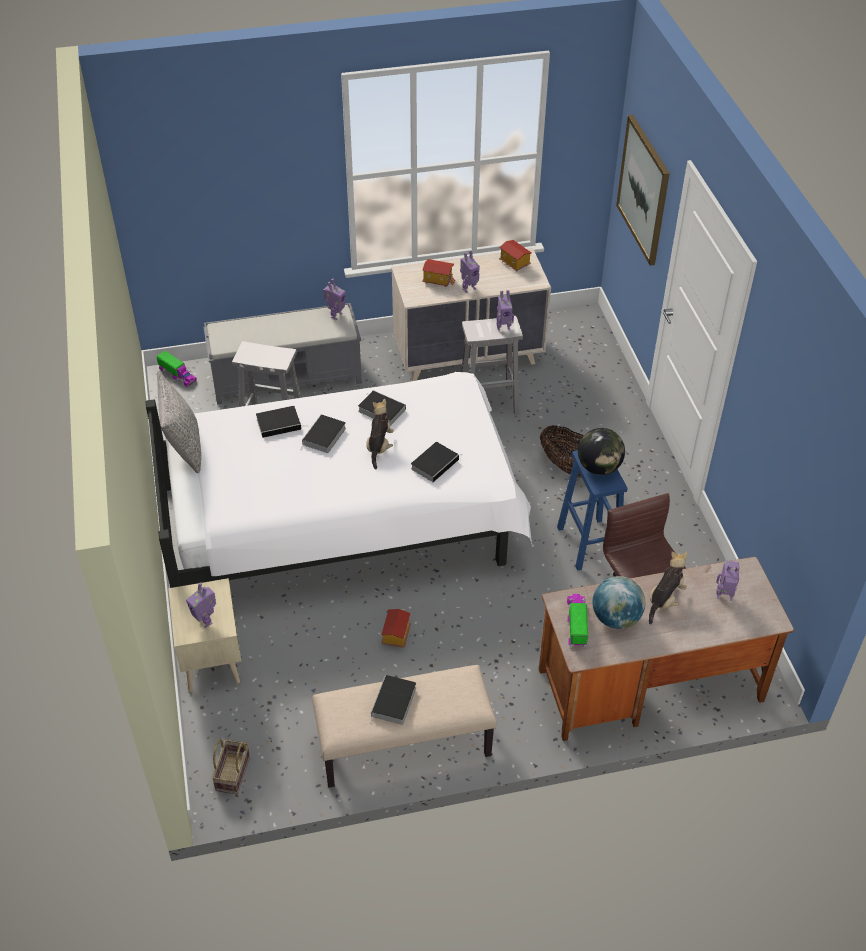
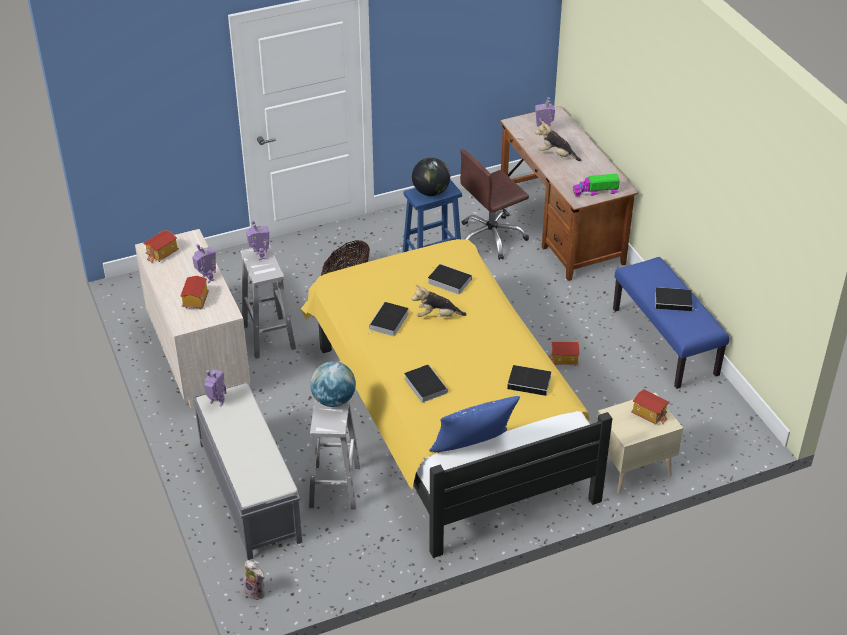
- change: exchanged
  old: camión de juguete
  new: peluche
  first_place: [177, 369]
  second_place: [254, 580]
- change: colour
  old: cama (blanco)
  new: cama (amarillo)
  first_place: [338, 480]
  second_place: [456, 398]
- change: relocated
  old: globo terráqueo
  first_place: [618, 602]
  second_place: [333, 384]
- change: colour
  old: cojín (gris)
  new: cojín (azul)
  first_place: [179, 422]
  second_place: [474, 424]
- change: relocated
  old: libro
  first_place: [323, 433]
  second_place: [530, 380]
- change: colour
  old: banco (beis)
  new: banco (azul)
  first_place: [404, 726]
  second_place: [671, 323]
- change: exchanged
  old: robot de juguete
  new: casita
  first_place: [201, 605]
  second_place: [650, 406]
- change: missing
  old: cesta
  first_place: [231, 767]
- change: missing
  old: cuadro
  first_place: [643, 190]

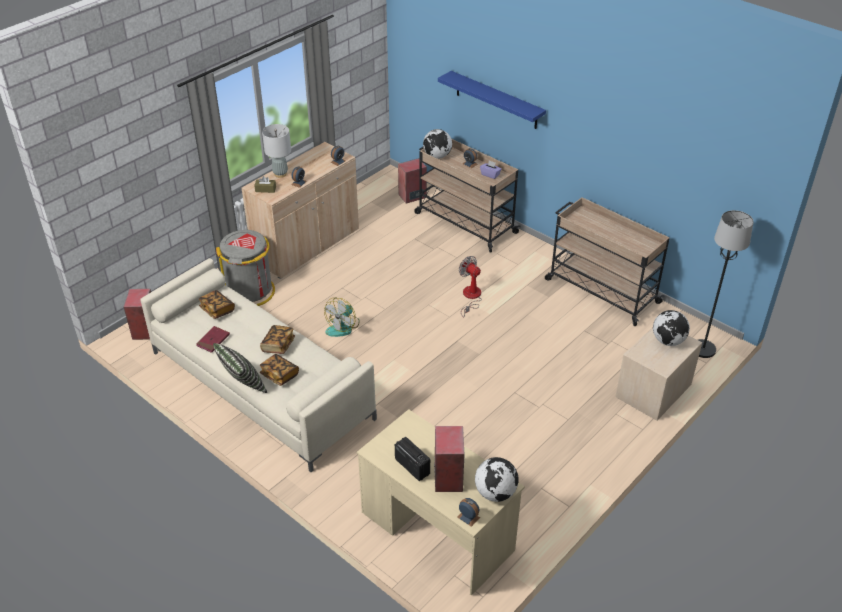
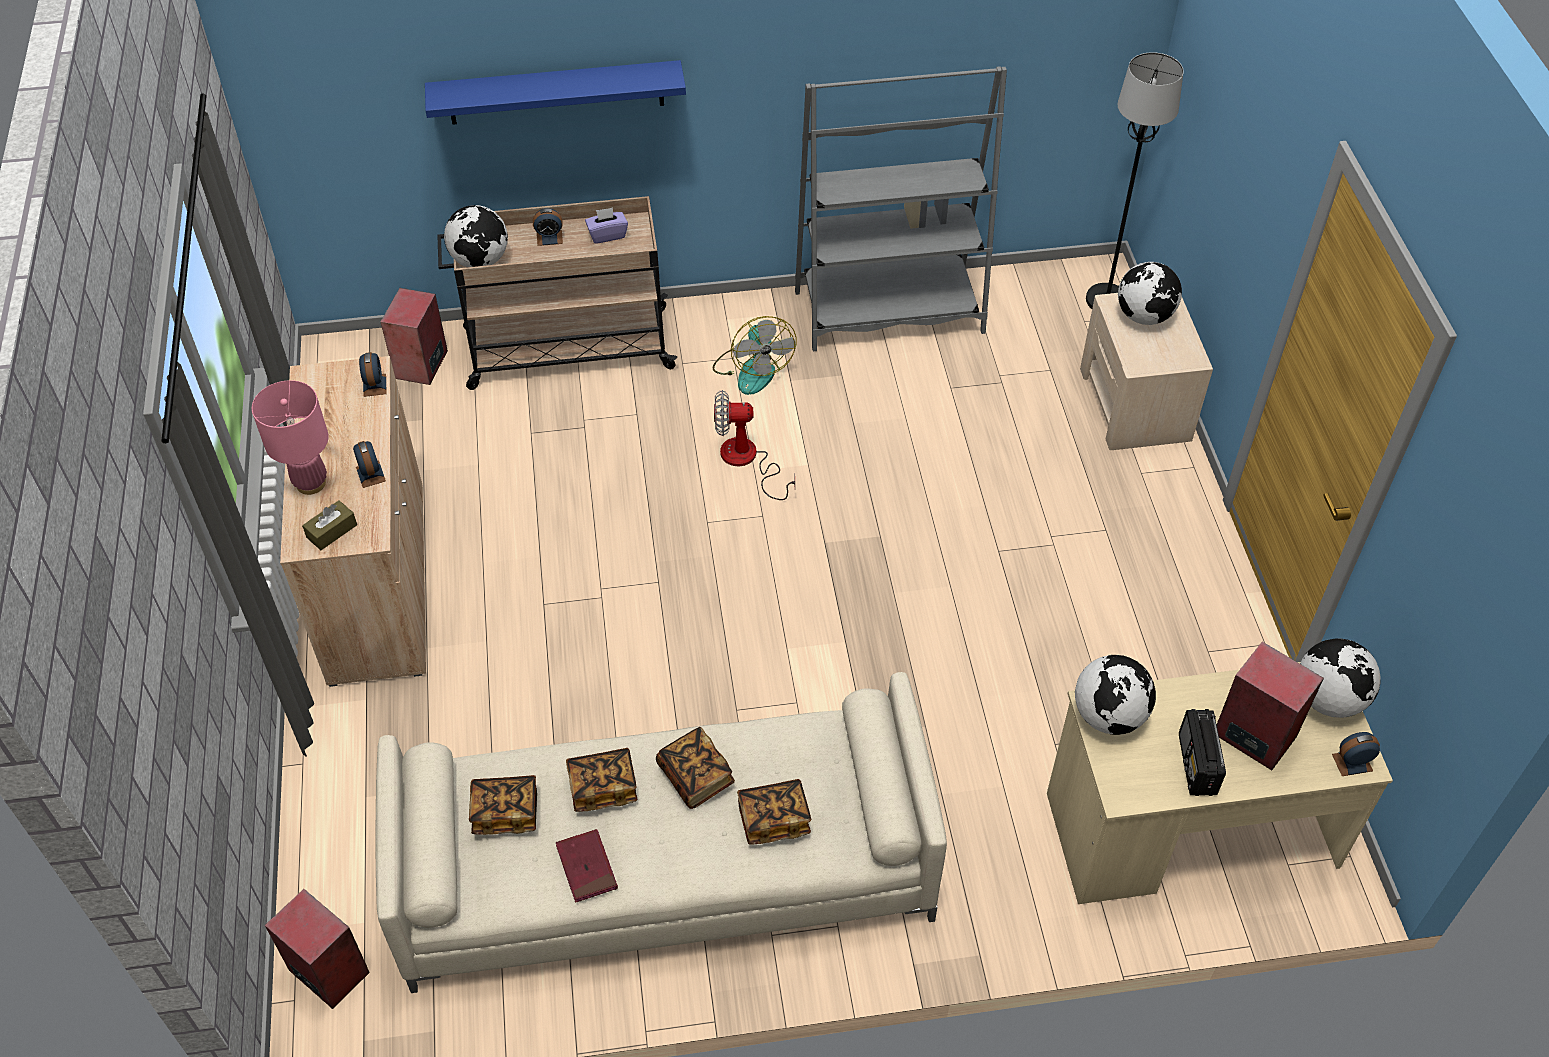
- change: colour
  old: lámpara de mesa (gris)
  new: lámpara de mesa (rosa)
  first_place: [276, 151]
  second_place: [290, 437]
- change: appeared
  new: libro
  second_place: [601, 780]
- change: relocated
  old: ventilador
  first_place: [342, 317]
  second_place: [755, 355]
- change: exchanged
  old: carrito (beis)
  new: estantería (gris)
  first_place: [607, 261]
  second_place: [901, 209]
- change: appeared
  new: globo terráqueo
  second_place: [1115, 695]
- change: spun
  old: radio
  first_place: [412, 459]
  second_place: [1202, 752]
  degrees: -90
- change: missing
  old: cojín
  first_place: [240, 368]
- change: missing
  old: papelera (gris)
  first_place: [245, 268]

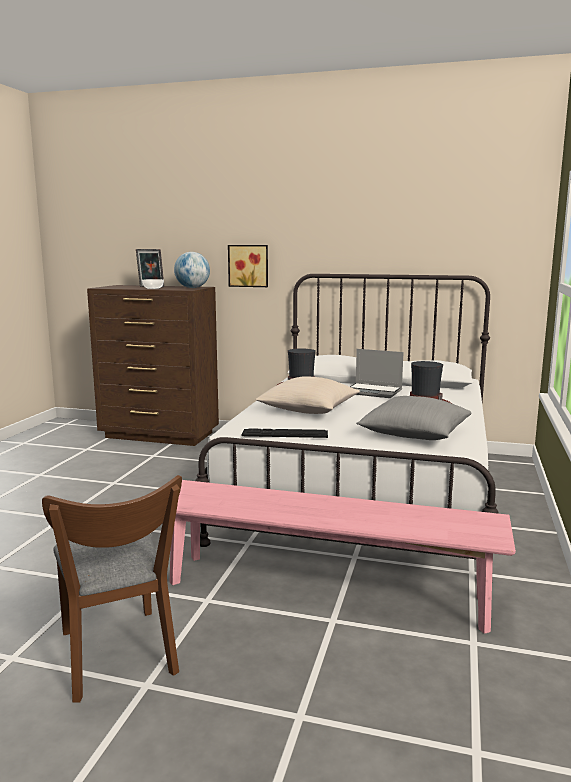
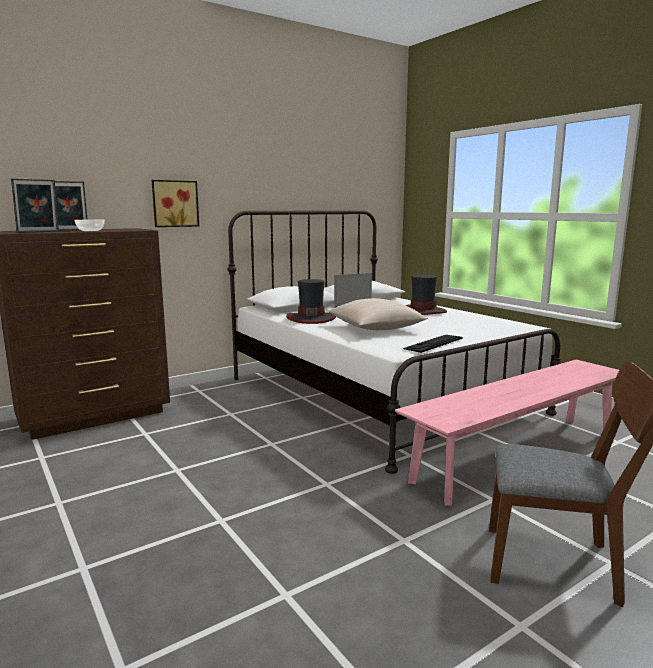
- change: appeared
  new: portarretratos
  second_place: [35, 205]
- change: missing
  old: globo terráqueo
  first_place: [192, 270]
- change: missing
  old: cojín (gris)
  first_place: [414, 418]

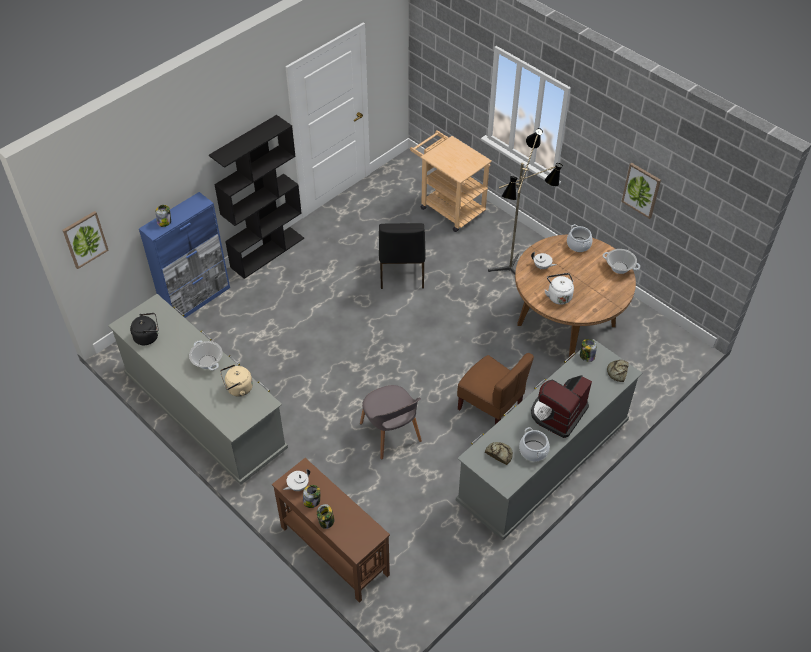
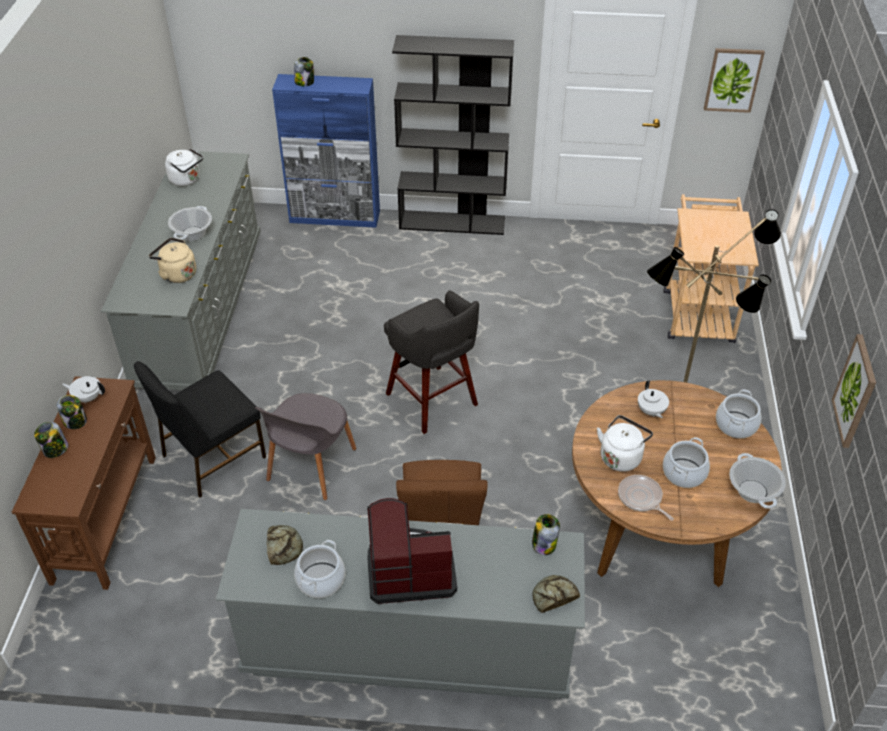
- change: relocated
  old: silla (negro)
  first_place: [402, 256]
  second_place: [200, 429]
- change: colour
  old: hervidor (negro)
  new: hervidor (blanco)
  first_place: [144, 329]
  second_place: [184, 167]
- change: appeared
  new: taburete (gris)
  second_place: [431, 362]
- change: appeared
  new: sartén
  second_place: [646, 498]
- change: appeared
  new: olla
  second_place: [686, 462]
- change: relocated
  old: cuadro
  first_place: [85, 240]
  second_place: [734, 80]

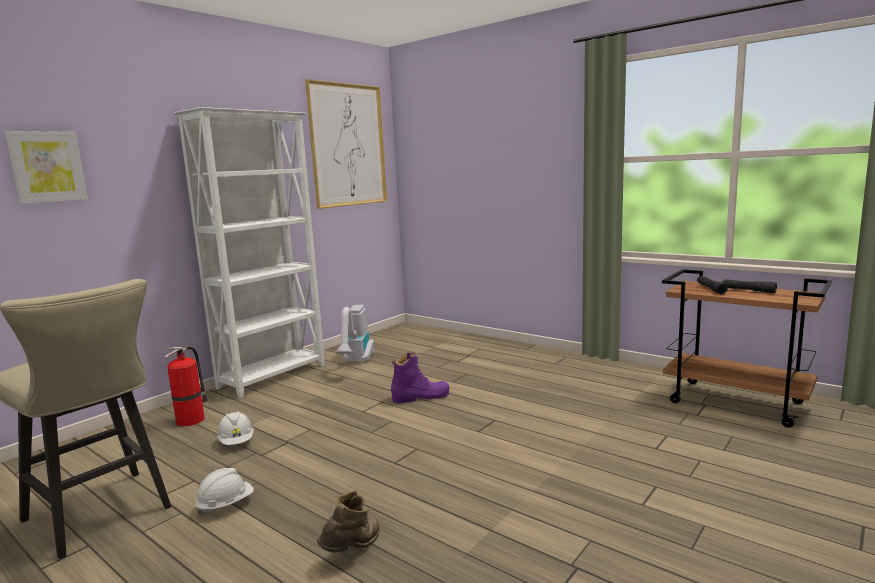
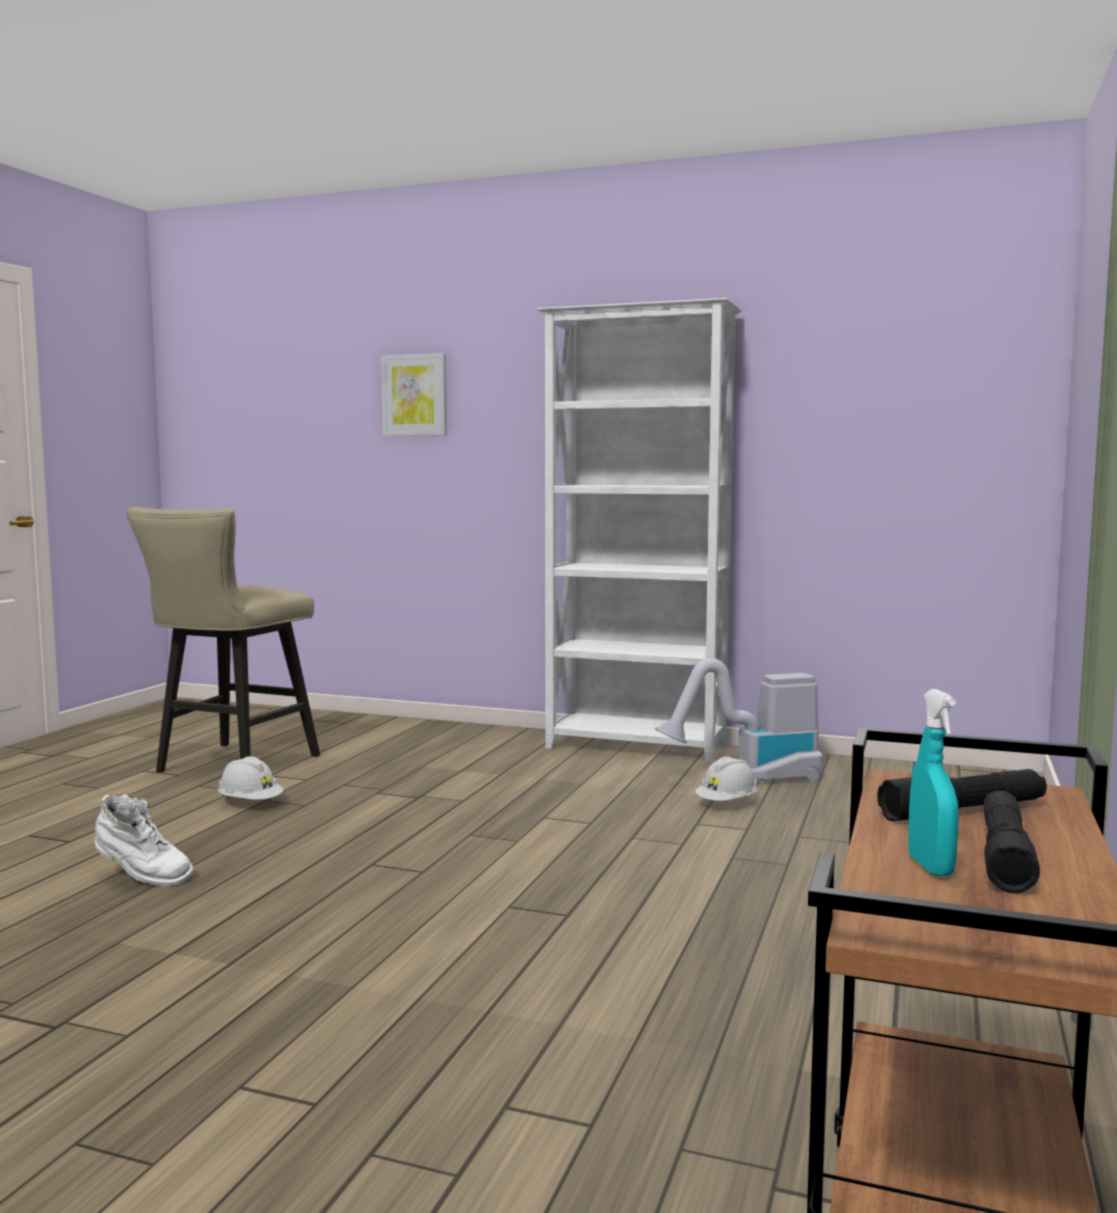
- change: colour
  old: bota (marrón)
  new: bota (blanco)
  first_place: [348, 521]
  second_place: [144, 839]
- change: relocated
  old: casco (blanco)
  first_place: [235, 428]
  second_place: [726, 778]
- change: appeared
  new: pulverizador (turquesa)
  second_place: [933, 782]
- change: missing
  old: extintor
  first_place: [186, 387]
- change: missing
  old: cuadro
  first_place: [346, 144]
- change: missing
  old: bota (morado)
  first_place: [420, 378]

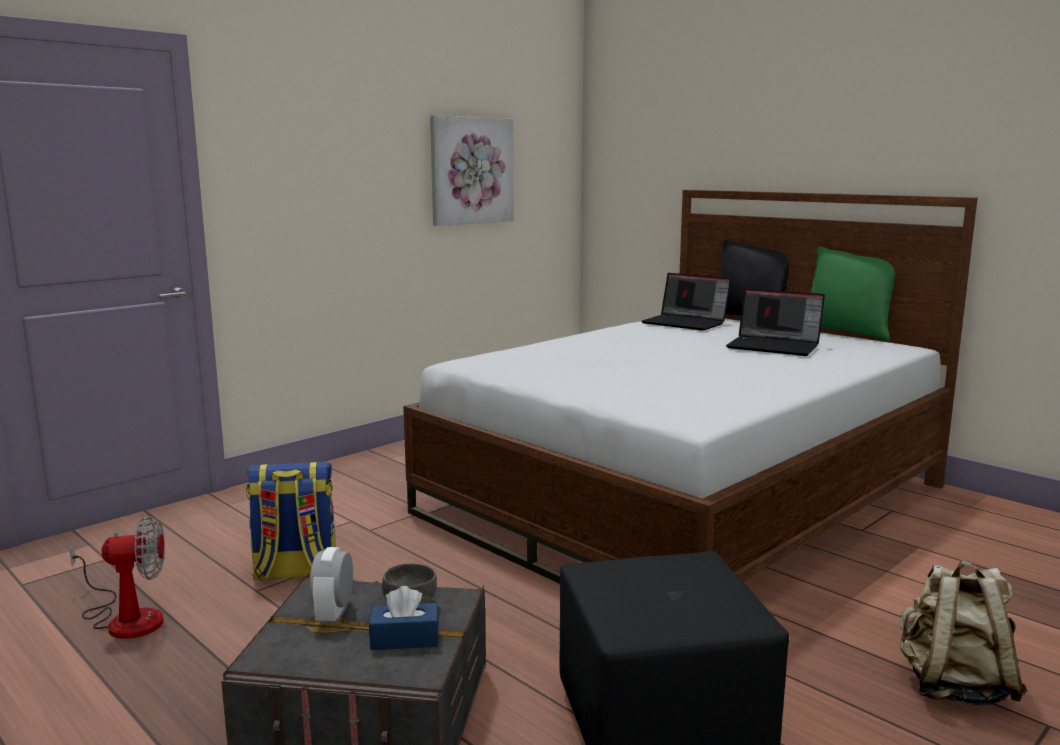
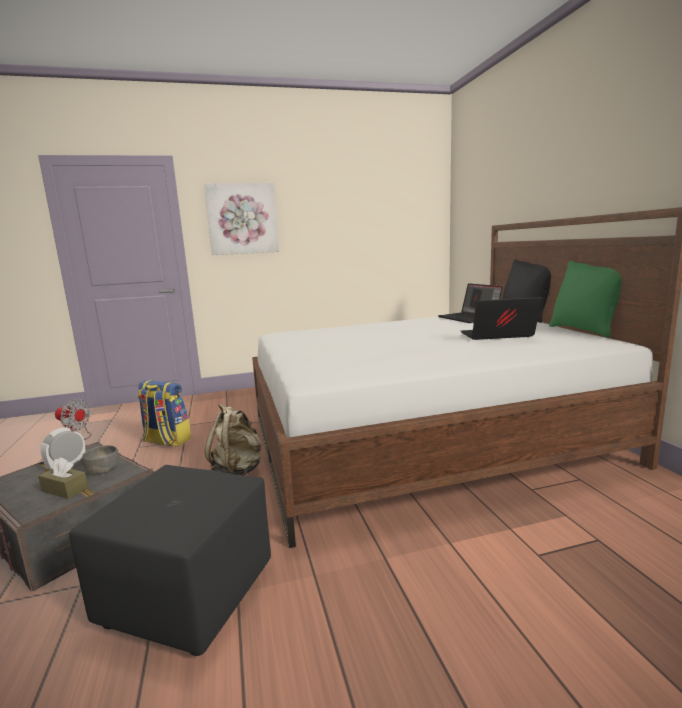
- change: colour
  old: caja de pañuelos (azul)
  new: caja de pañuelos (marrón)
  first_place: [404, 618]
  second_place: [63, 478]
- change: relocated
  old: cuadro
  first_place: [472, 170]
  second_place: [241, 219]
- change: relocated
  old: mochila (beis)
  first_place: [964, 633]
  second_place: [233, 439]
- change: spun
  old: portátil
  first_place: [775, 322]
  second_place: [501, 318]
  degrees: 120

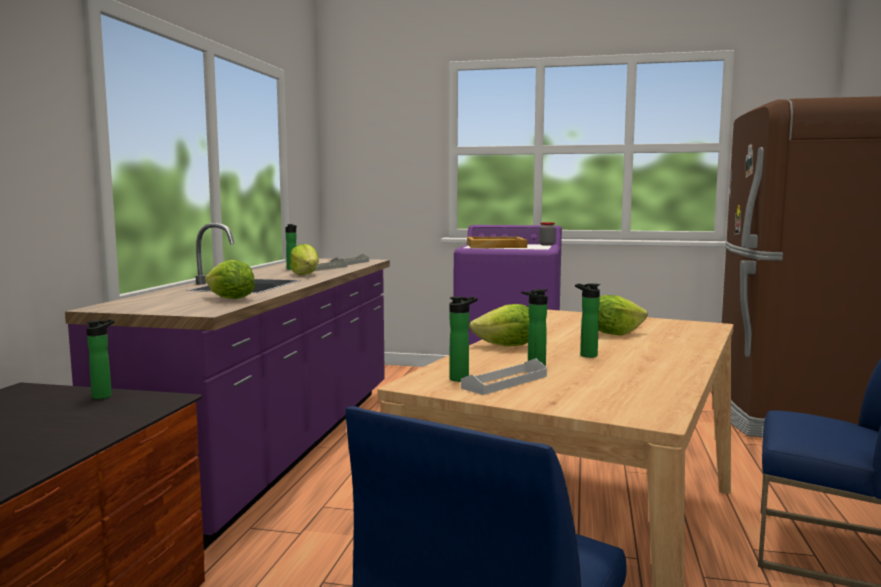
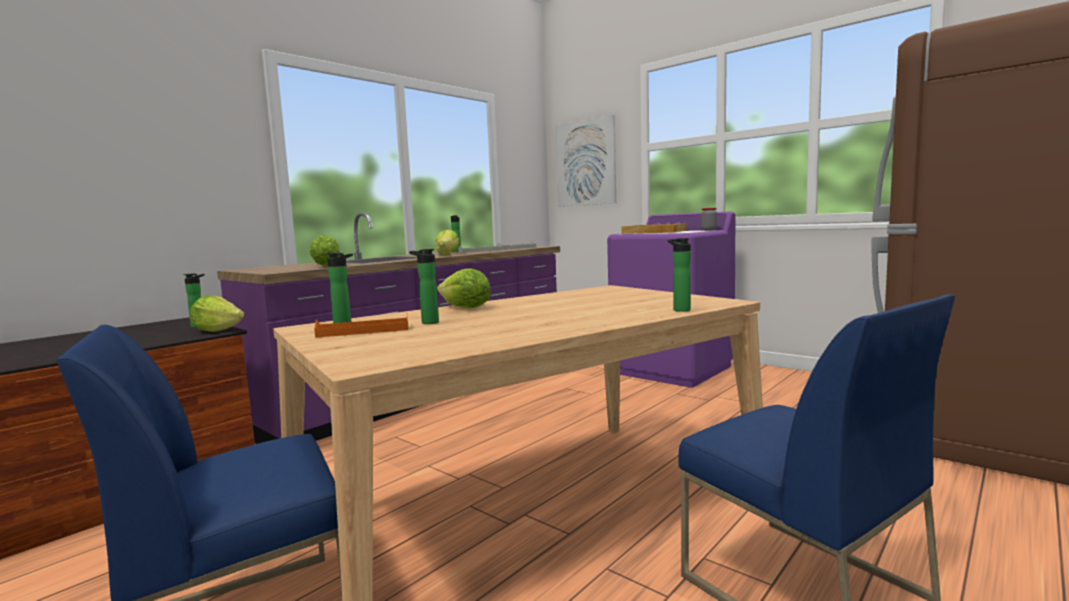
- change: relocated
  old: lechuga
  first_place: [623, 315]
  second_place: [217, 314]
- change: colour
  old: bandeja (blanco)
  new: bandeja (naranja)
  first_place: [504, 376]
  second_place: [361, 326]
- change: appeared
  new: cuadro
  second_place: [586, 161]
- change: relocated
  old: botella
  first_place: [587, 320]
  second_place: [679, 275]

